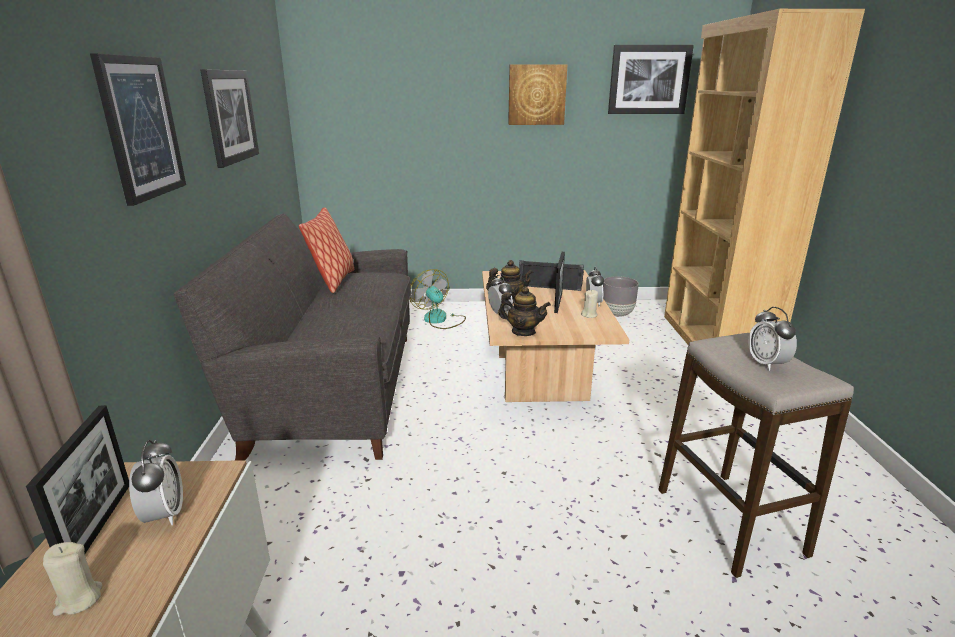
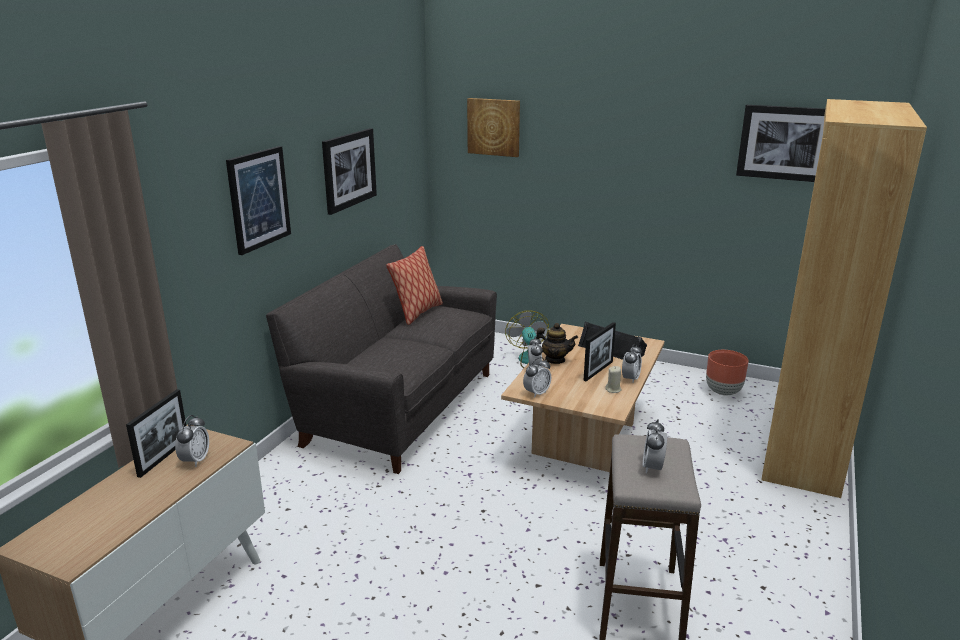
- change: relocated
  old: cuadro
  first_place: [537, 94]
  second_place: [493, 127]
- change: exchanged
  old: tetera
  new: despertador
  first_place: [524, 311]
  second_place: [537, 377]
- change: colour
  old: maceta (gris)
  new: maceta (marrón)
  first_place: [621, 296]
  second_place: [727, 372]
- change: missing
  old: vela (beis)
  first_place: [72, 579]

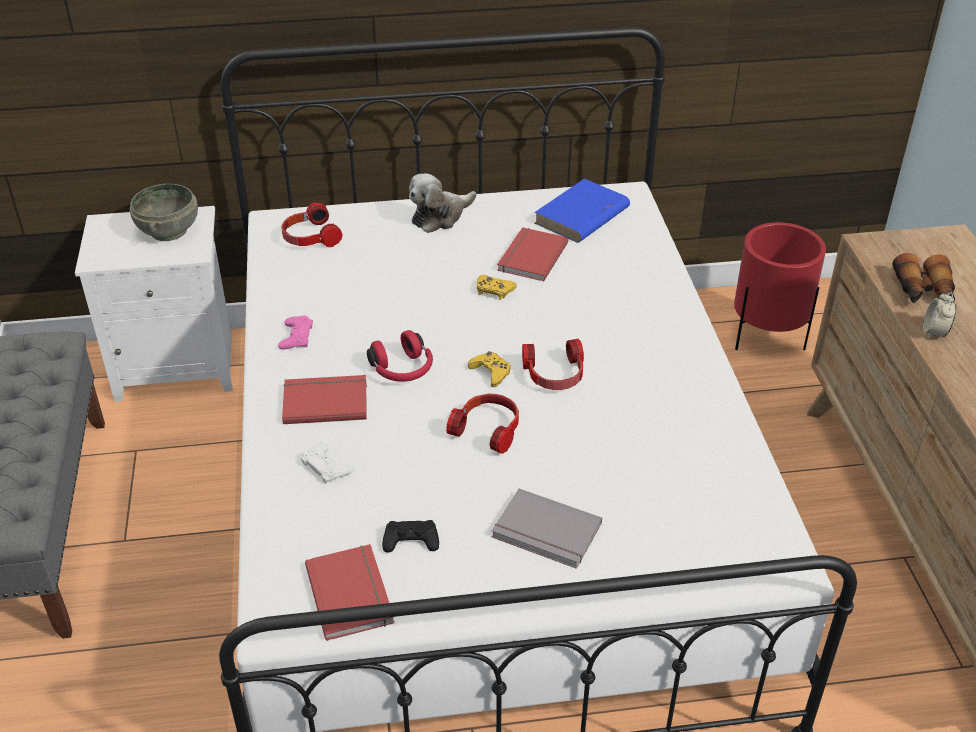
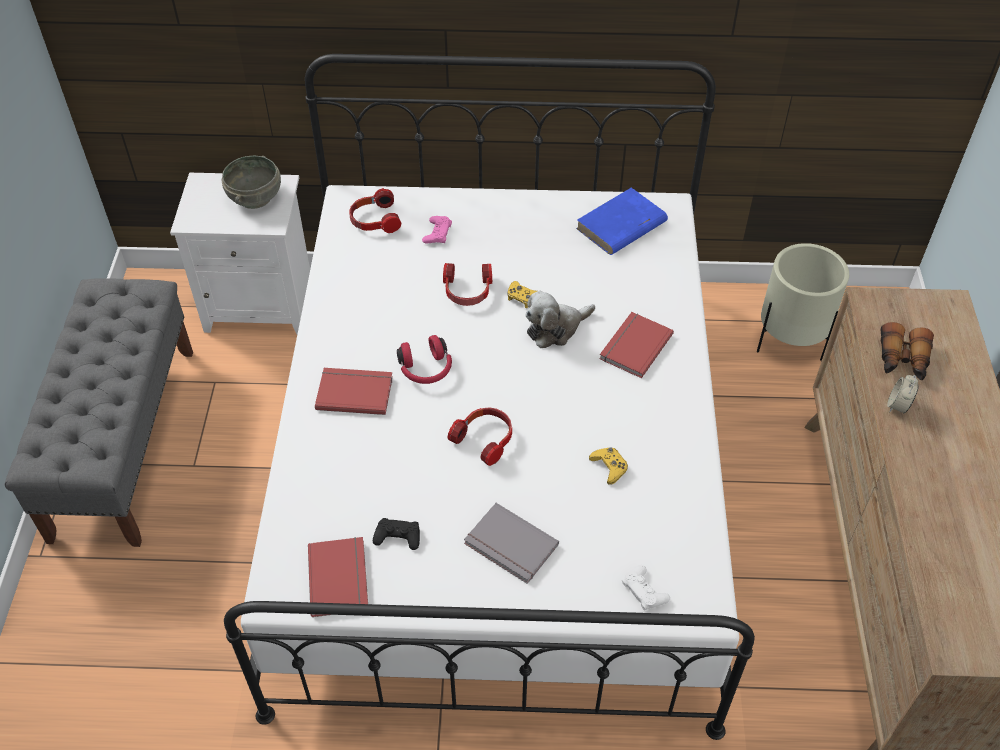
- change: relocated
  old: mando de consola (rosa)
  first_place: [295, 333]
  second_place: [437, 230]
- change: relocated
  old: auriculares
  first_place: [553, 364]
  second_place: [467, 284]
- change: relocated
  old: peluche
  first_place: [442, 203]
  second_place: [560, 319]
- change: relocated
  old: mando de consola (amarillo)
  first_place: [489, 369]
  second_place: [608, 466]
- change: relocated
  old: libro (rojo)
  first_place: [532, 254]
  second_place: [636, 345]
- change: relocated
  old: mando de consola (blanco)
  first_place: [327, 463]
  second_place: [646, 587]
- change: colour
  old: maceta (rojo)
  new: maceta (beis)
  first_place: [780, 286]
  second_place: [803, 302]

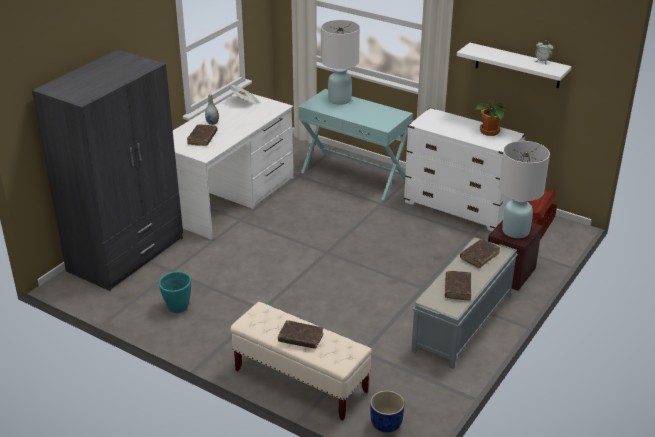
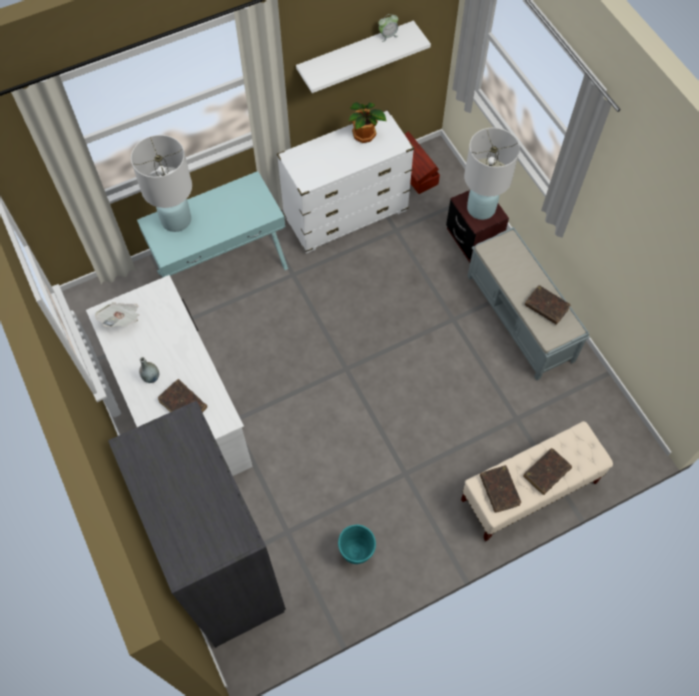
- change: relocated
  old: libro (marrón)
  first_place: [480, 253]
  second_place: [500, 489]
- change: missing
  old: maceta (azul)
  first_place: [387, 412]

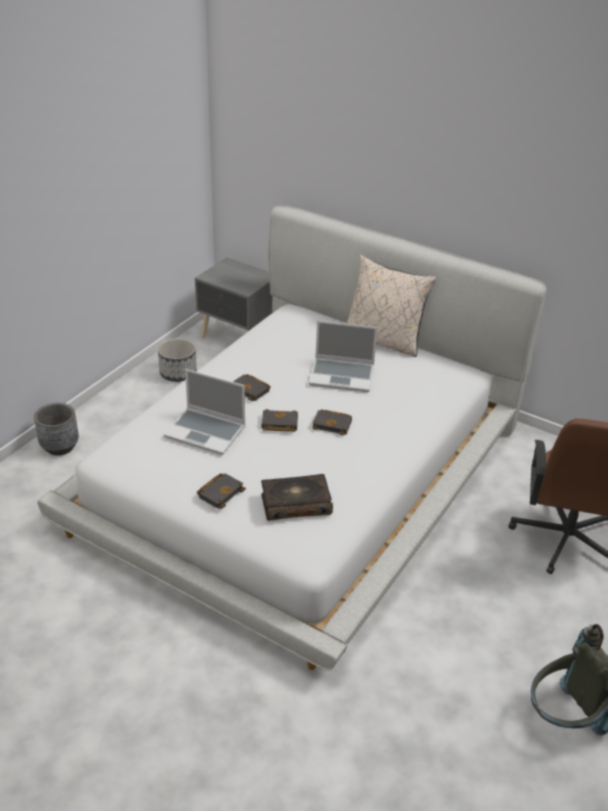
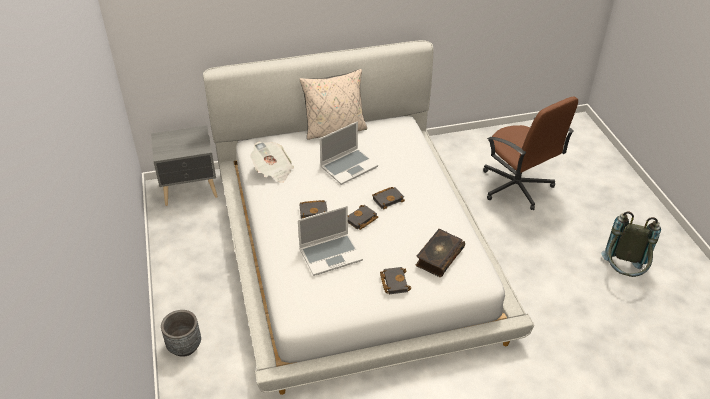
- change: appeared
  new: periódico
  second_place: [272, 162]
- change: missing
  old: maceta
  first_place: [177, 360]

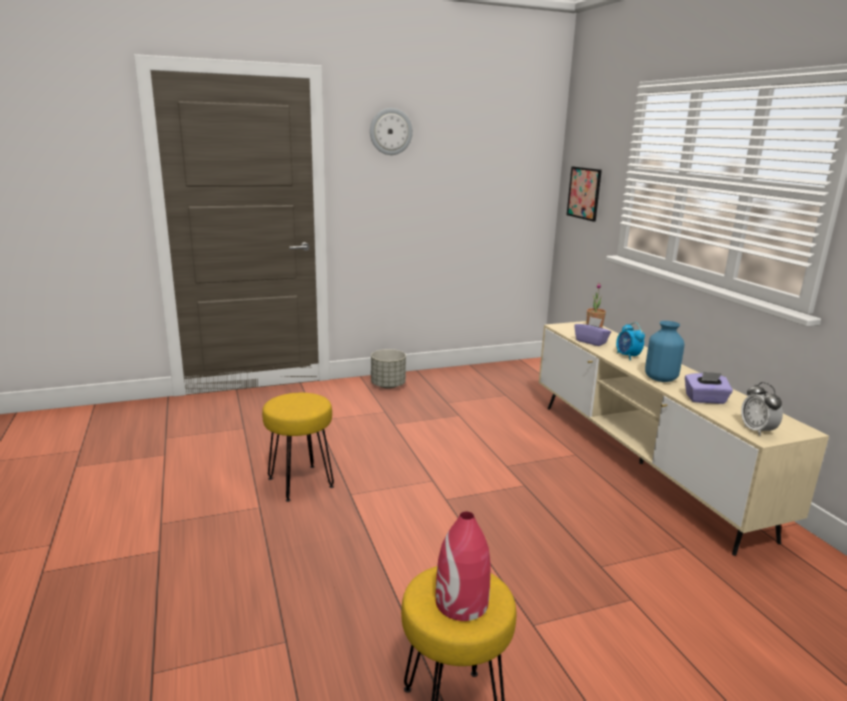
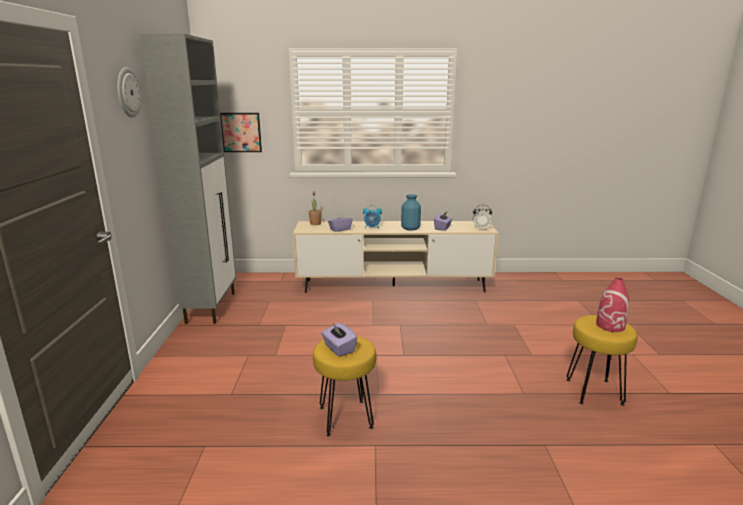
- change: appeared
  new: armario (gris)
  second_place: [188, 179]
- change: appeared
  new: caja de pañuelos (morado)
  second_place: [339, 340]
- change: missing
  old: maceta (gris)
  first_place: [388, 369]

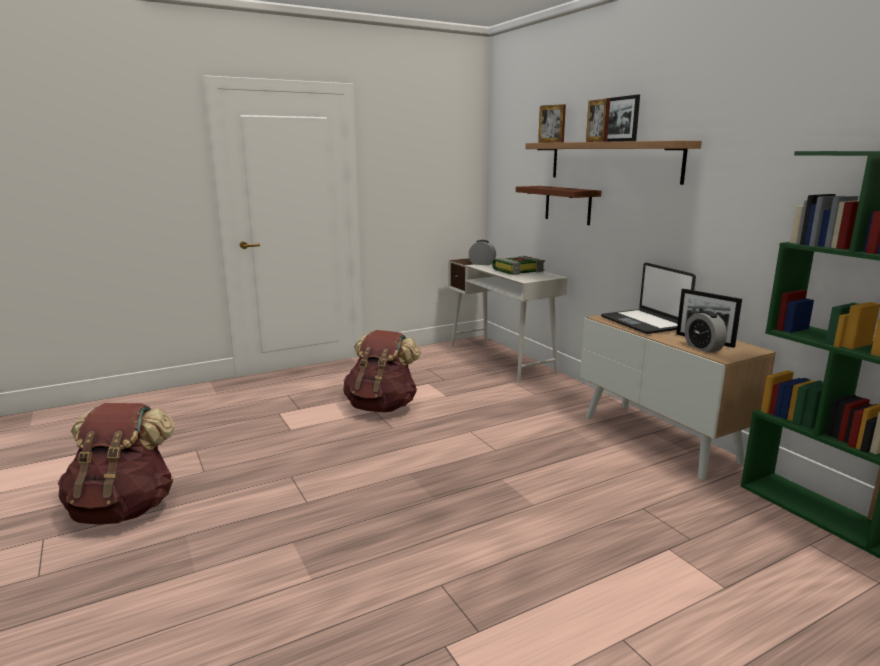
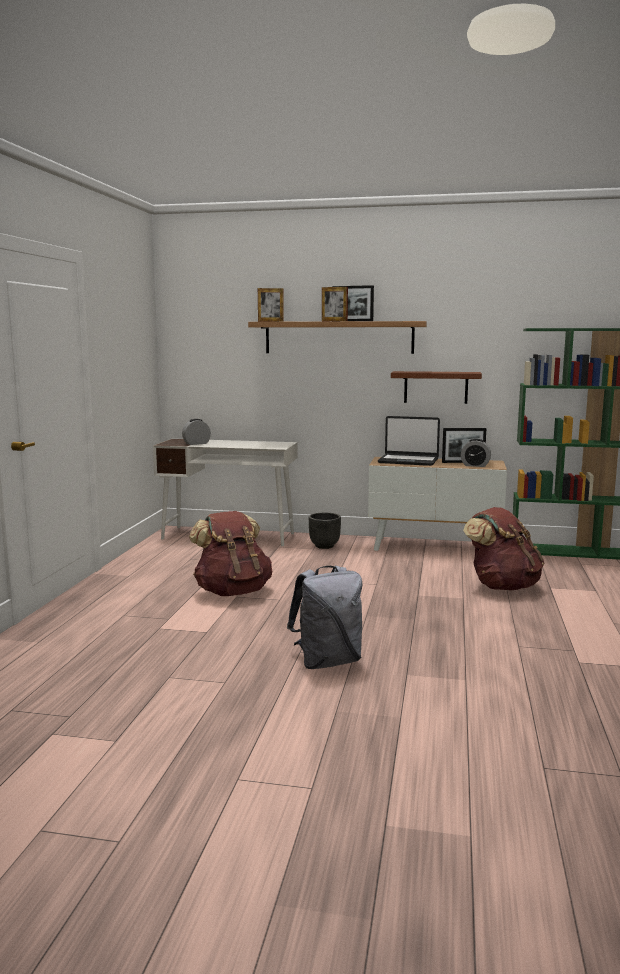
- change: appeared
  new: mochila (gris)
  second_place: [324, 617]
- change: appeared
  new: maceta (negro)
  second_place: [325, 531]
- change: relocated
  old: estante (marrón)
  first_place: [558, 205]
  second_place: [436, 387]
- change: relocated
  old: mochila (marrón)
  first_place: [116, 464]
  second_place: [503, 548]
- change: missing
  old: libro
  first_place: [518, 265]

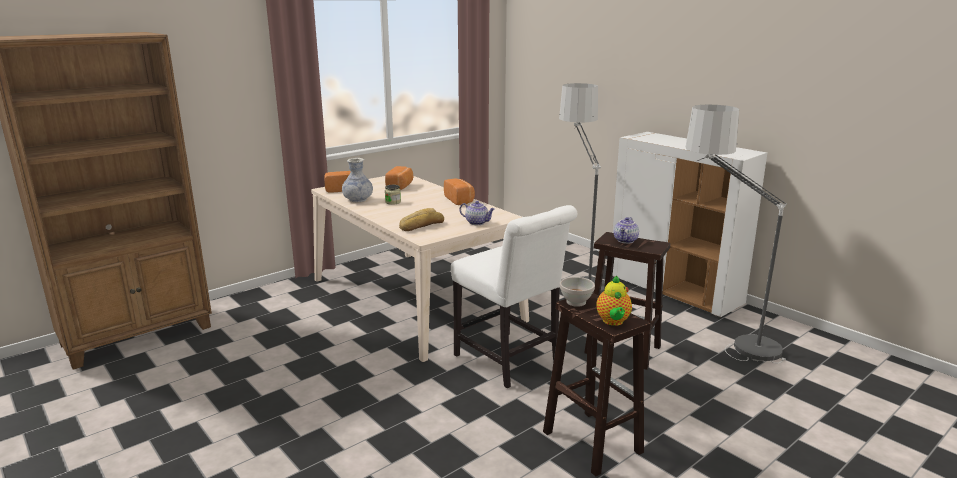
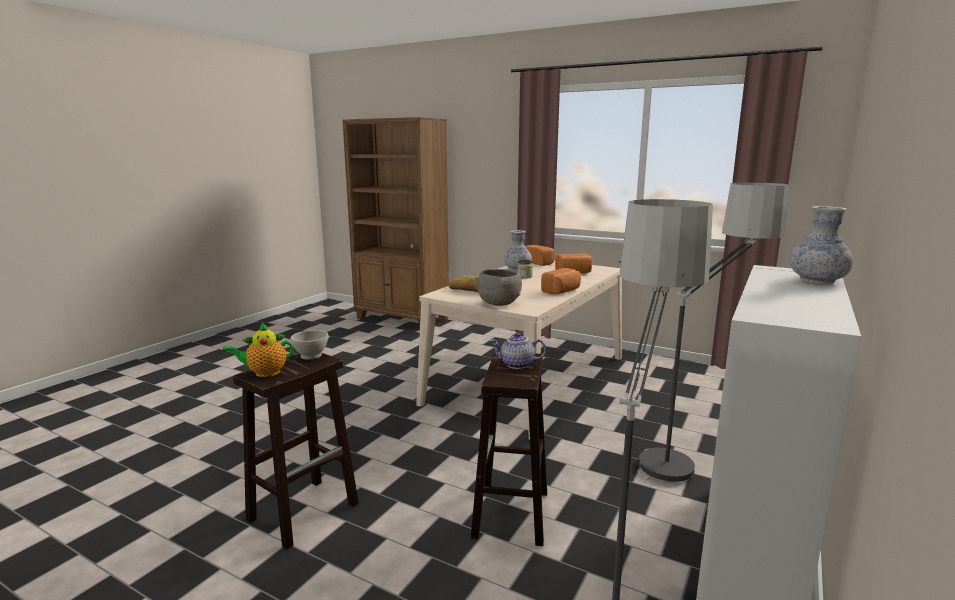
- change: exchanged
  old: tetera
  new: cuenco (gris)
  first_place: [477, 213]
  second_place: [499, 287]
- change: appeared
  new: florero
  second_place: [821, 245]
- change: missing
  old: silla (blanco)
  first_place: [514, 296]

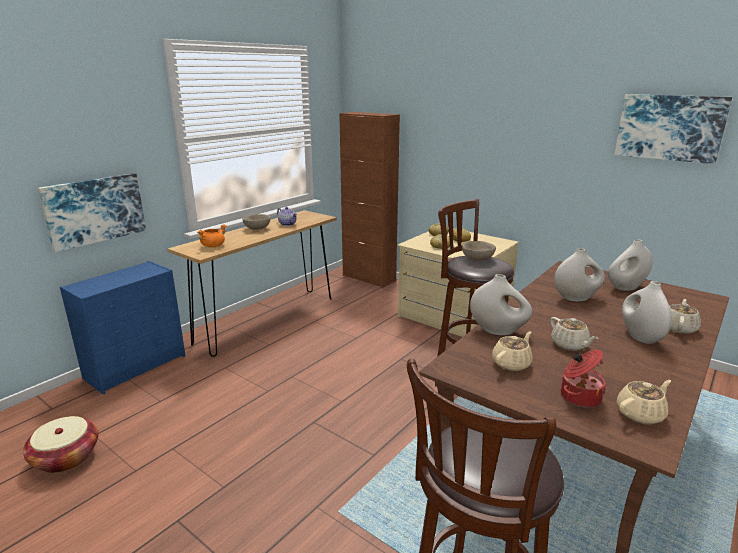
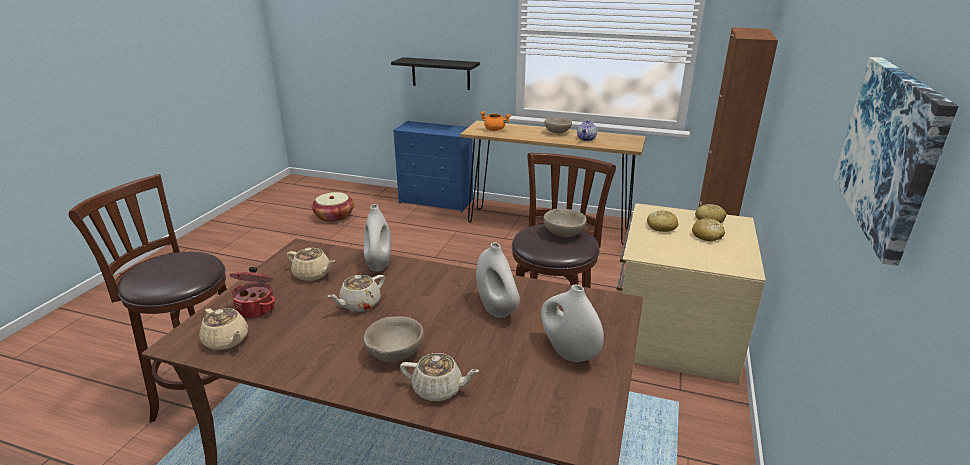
- change: exchanged
  old: florero (blanco)
  new: cuenco (beis)
  first_place: [647, 312]
  second_place: [393, 339]
- change: exchanged
  old: cuadro
  new: estante (negro)
  first_place: [92, 212]
  second_place: [435, 73]

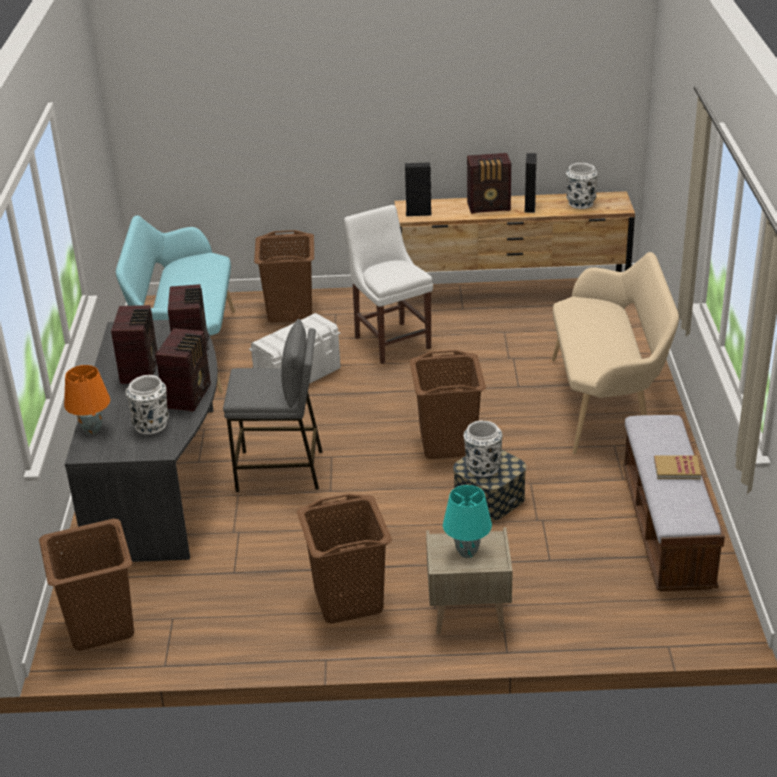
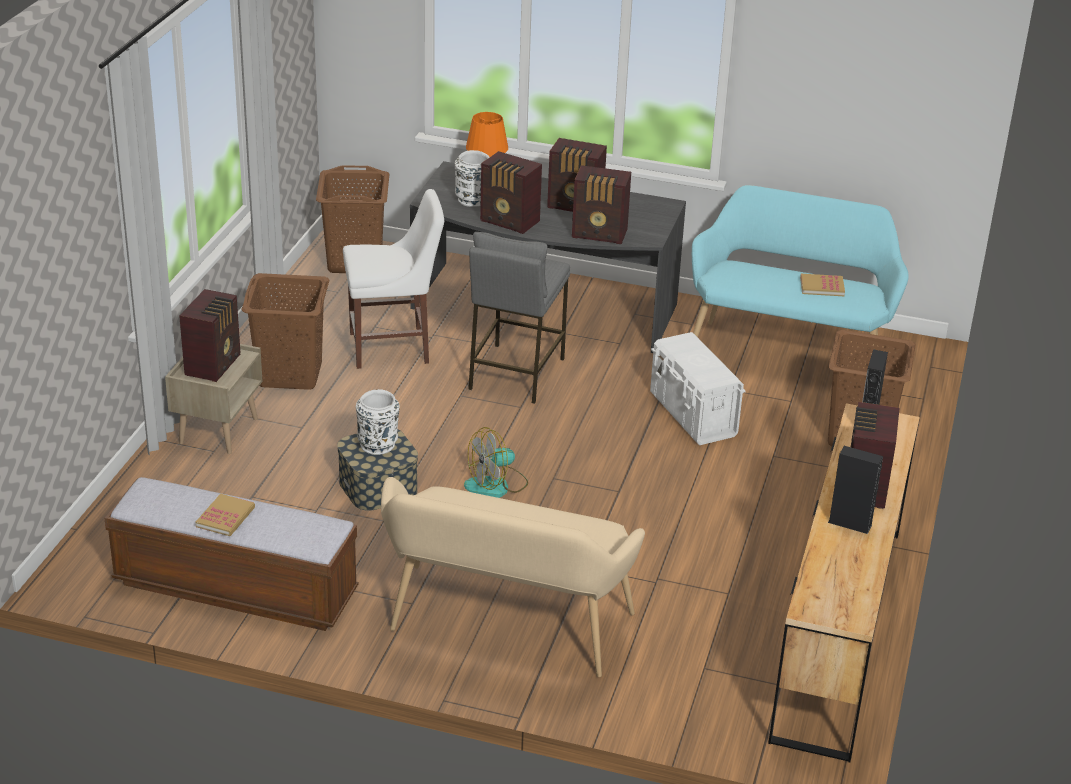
- change: exchanged
  old: lámpara de mesa (turquesa)
  new: radio
  first_place: [467, 521]
  second_place: [210, 335]
- change: relocated
  old: silla (blanco)
  first_place: [388, 284]
  second_place: [393, 279]
- change: exchanged
  old: cesto de la ropa (marrón)
  new: ventilador
  first_place: [448, 404]
  second_place: [496, 462]
- change: appeared
  new: libro
  second_place: [822, 285]
- change: missing
  old: florero (blanco)
  first_place: [582, 186]

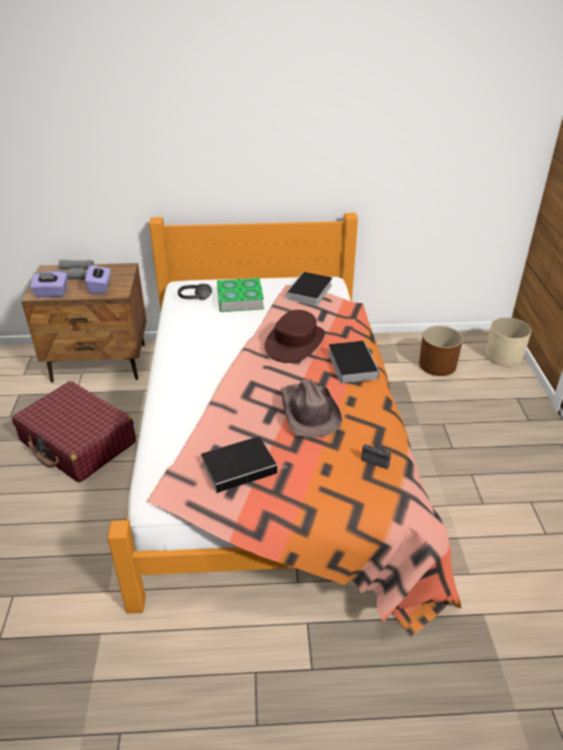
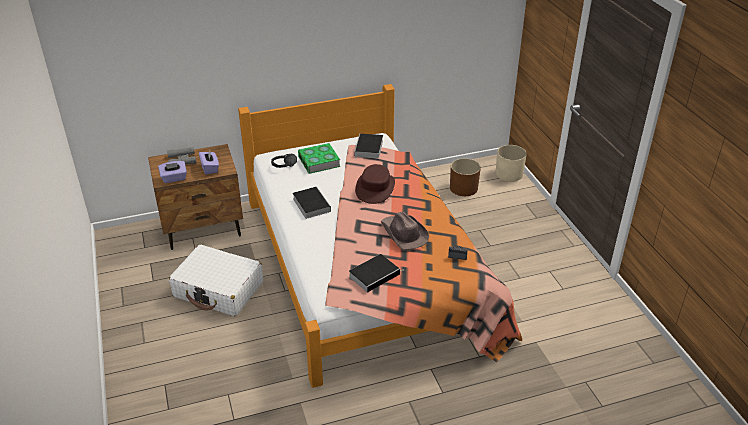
- change: colour
  old: maleta (rojo)
  new: maleta (blanco)
  first_place: [74, 432]
  second_place: [216, 280]
- change: relocated
  old: libro
  first_place: [353, 362]
  second_place: [311, 203]

